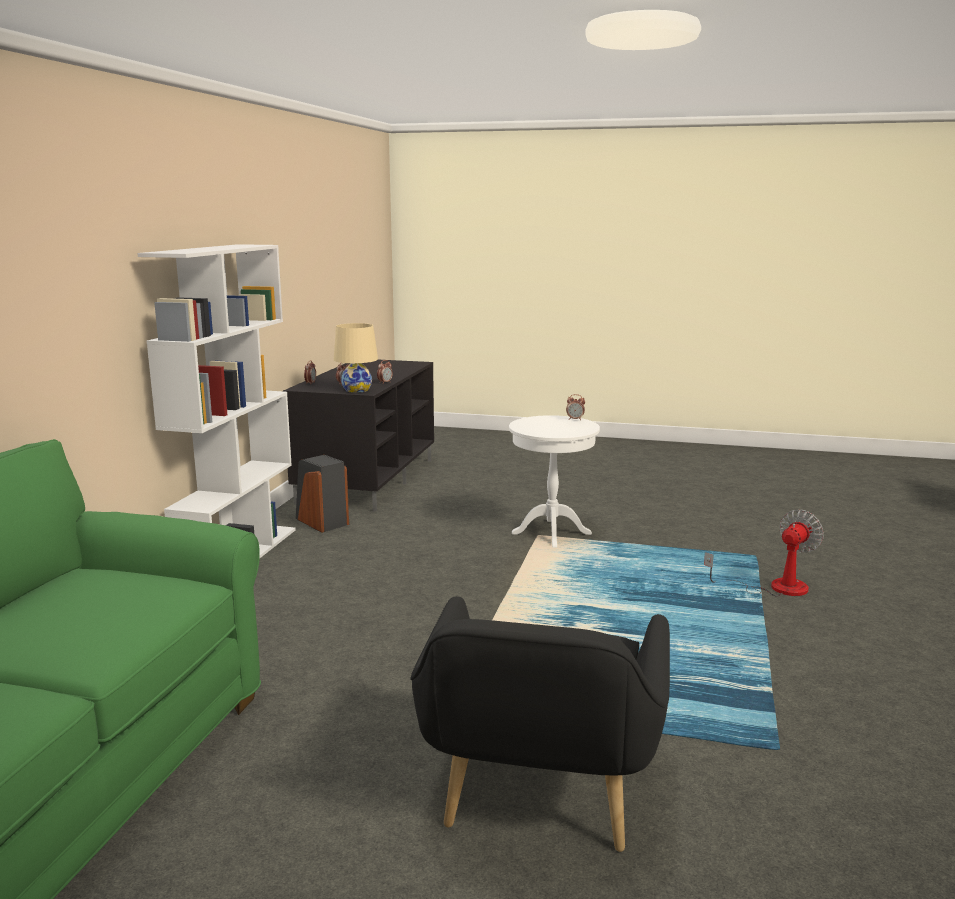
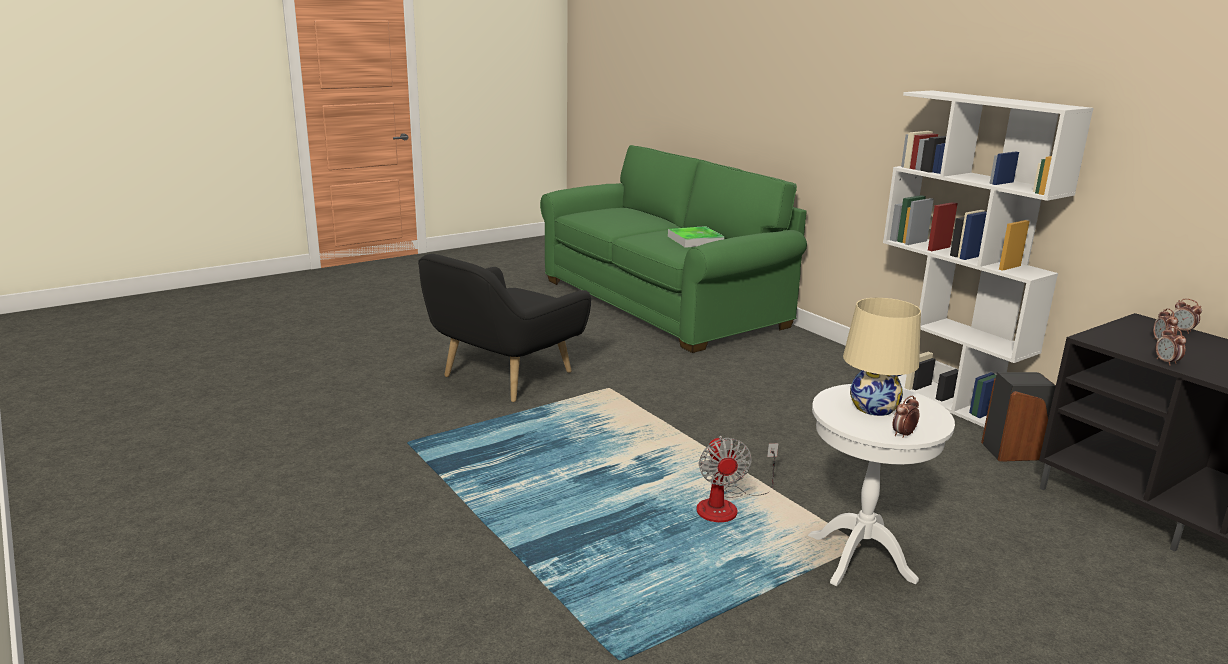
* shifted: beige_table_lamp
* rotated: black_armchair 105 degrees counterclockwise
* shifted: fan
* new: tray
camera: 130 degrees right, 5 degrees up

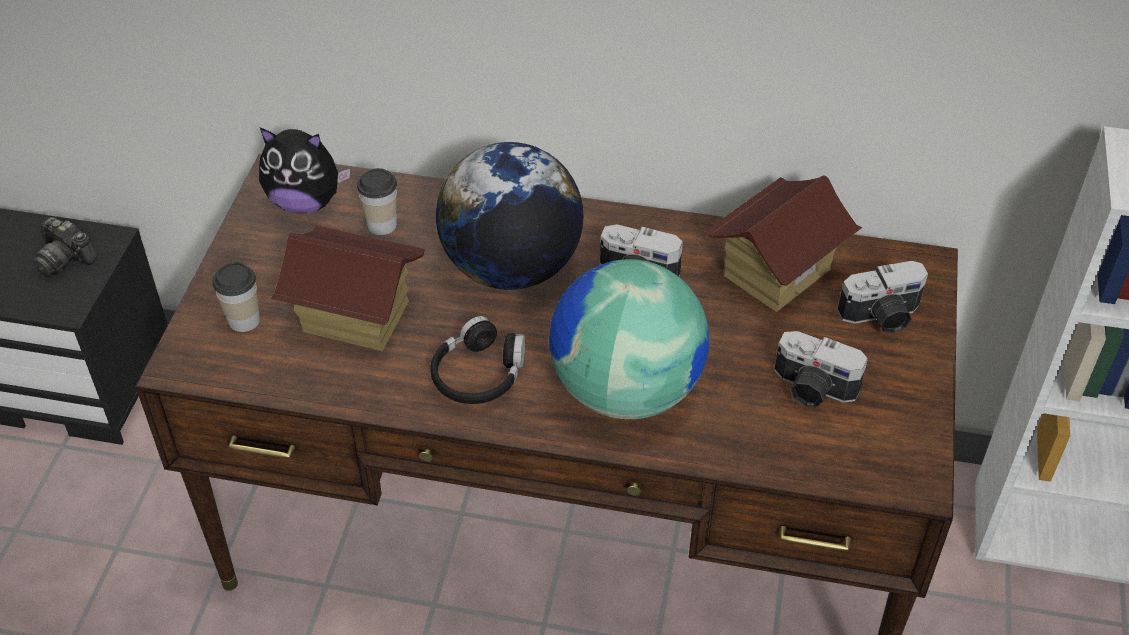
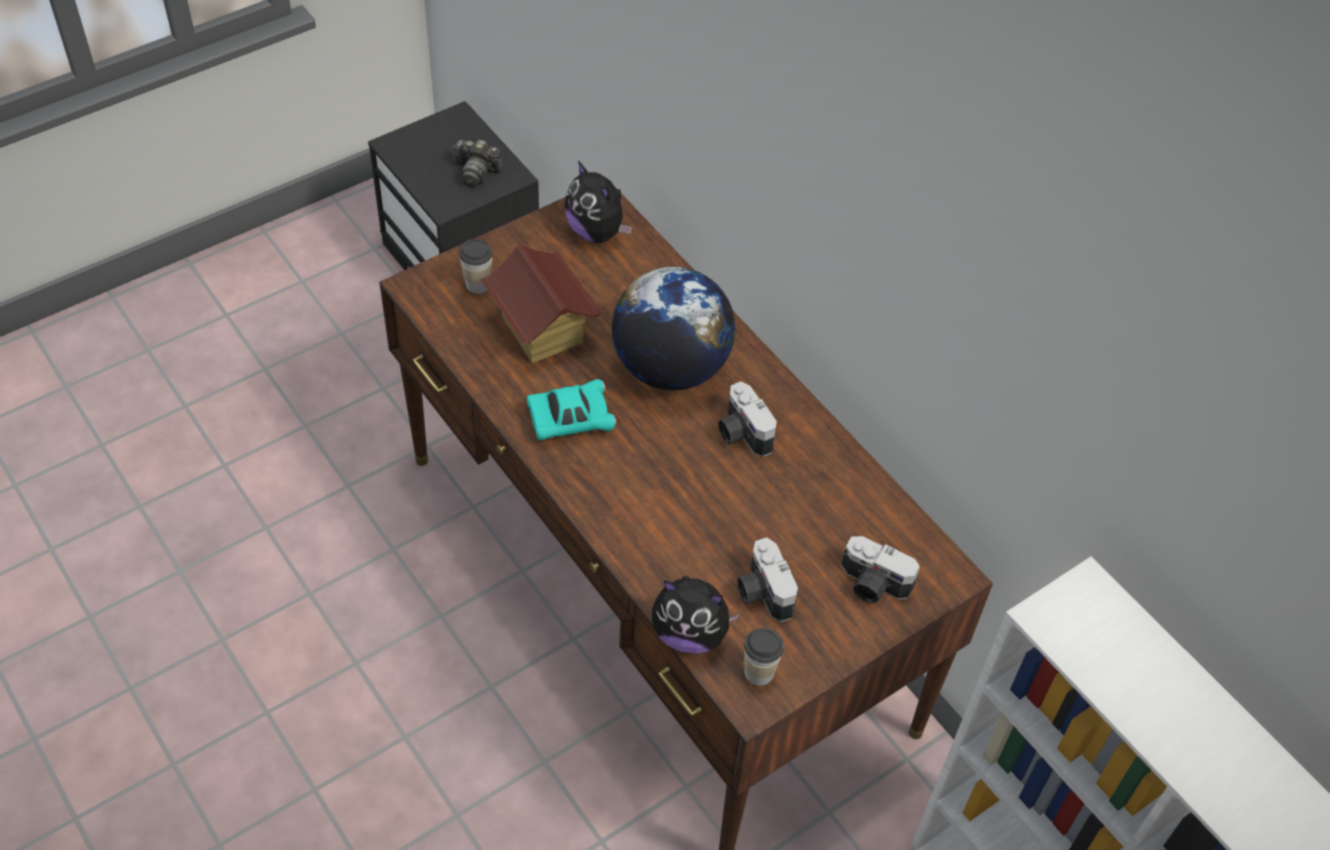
* rotated: photo_camera (no. 1 from left) 60 degrees counterclockwise
* shifted: cup (no. 2 from left)
* swapped: black_headphones to turquoise_toy_car
* gone: globe (no. 2 from left)
* gone: toy_house (no. 2 from left)
* new: plush_toy (no. 2 from left)
camera: 40 degrees right, 5 degrees up

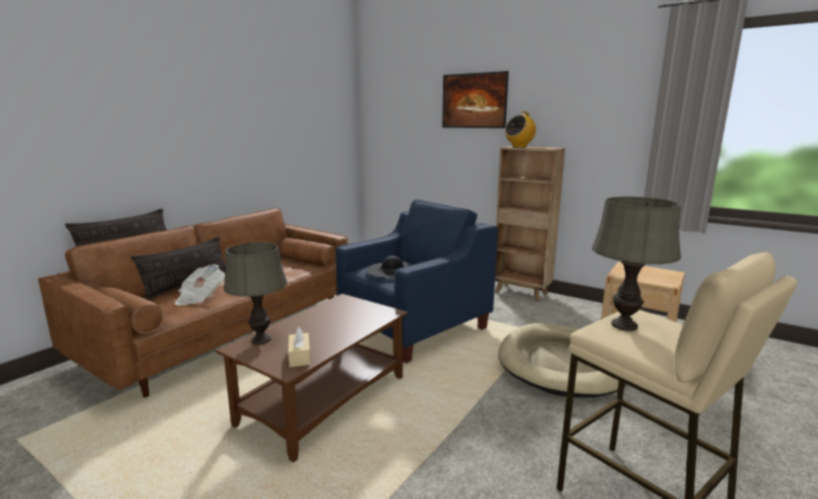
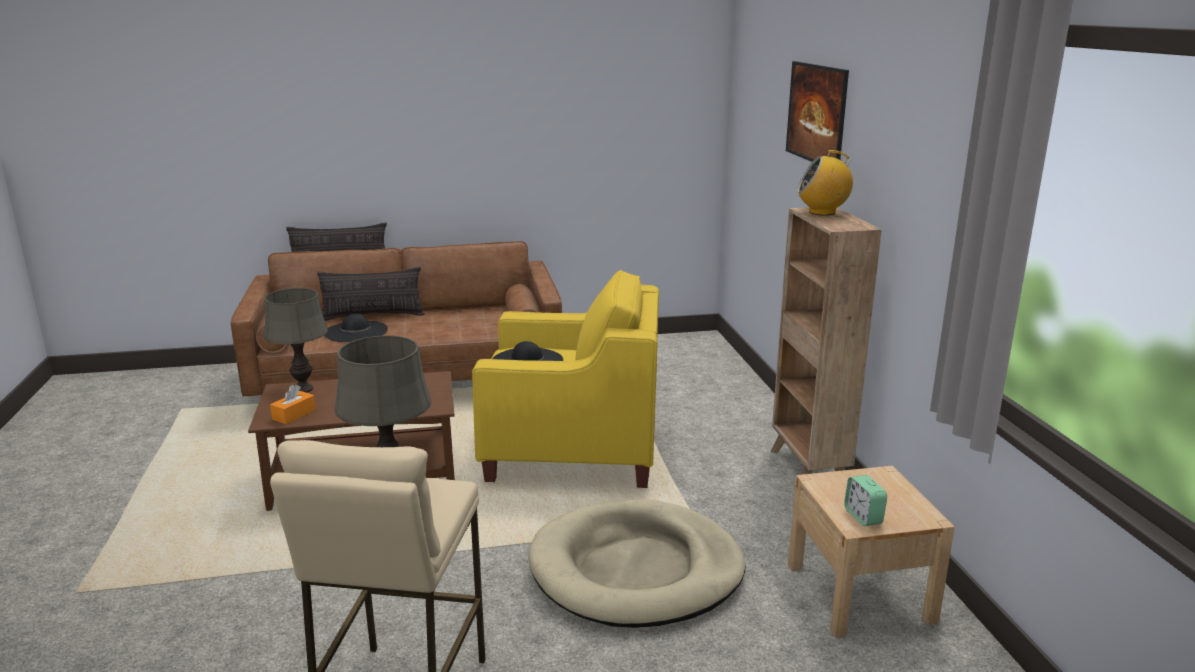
* swapped: newspaper to black_hat (no. 1 from left)
* repainted: beige_tissue_box to orange_tissue_box
* repainted: blue_armchair to yellow_armchair
* new: alarm_clock
camera: 45 degrees right, 5 degrees up

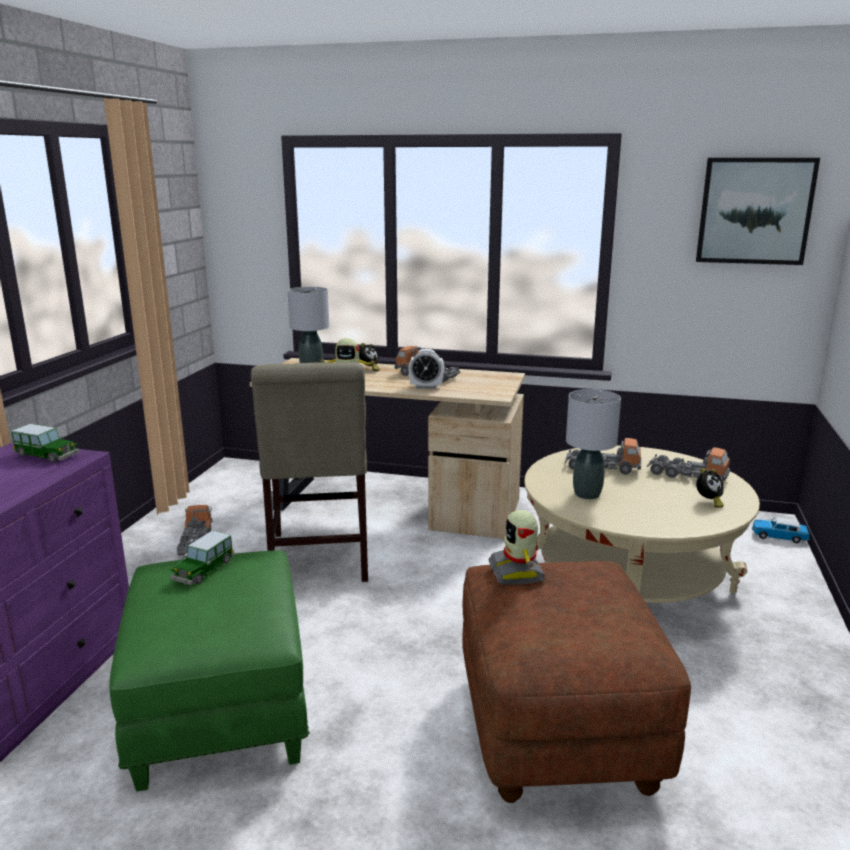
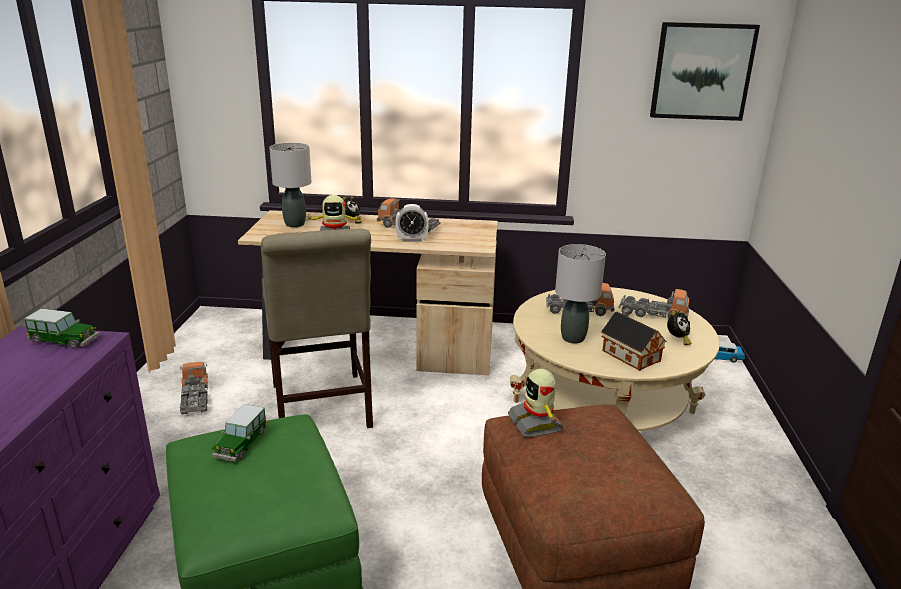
* new: toy_house
camera: 10 degrees left, 5 degrees up

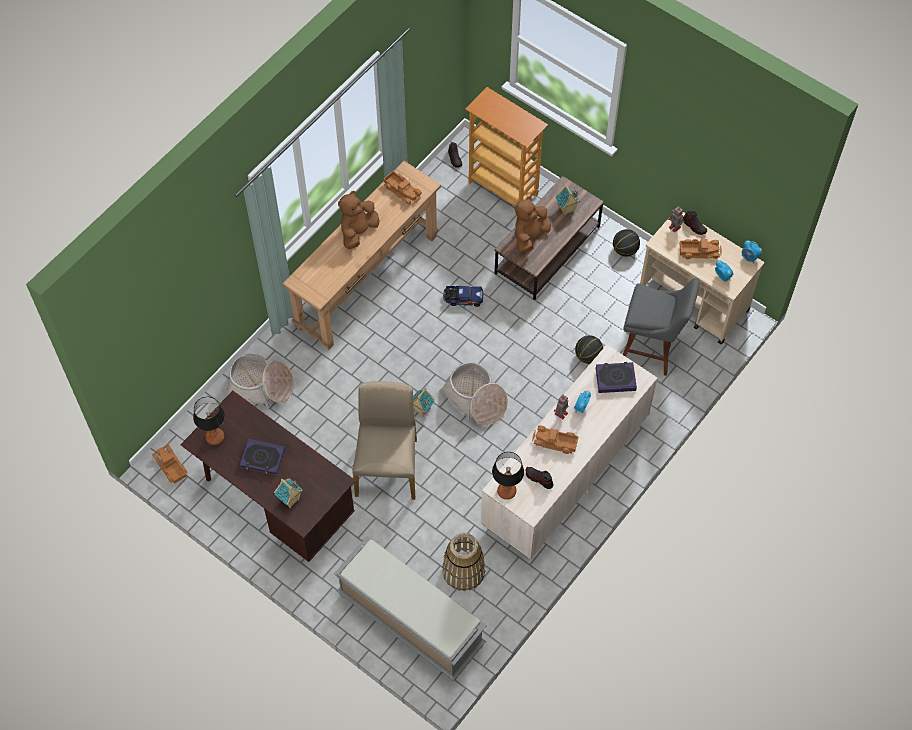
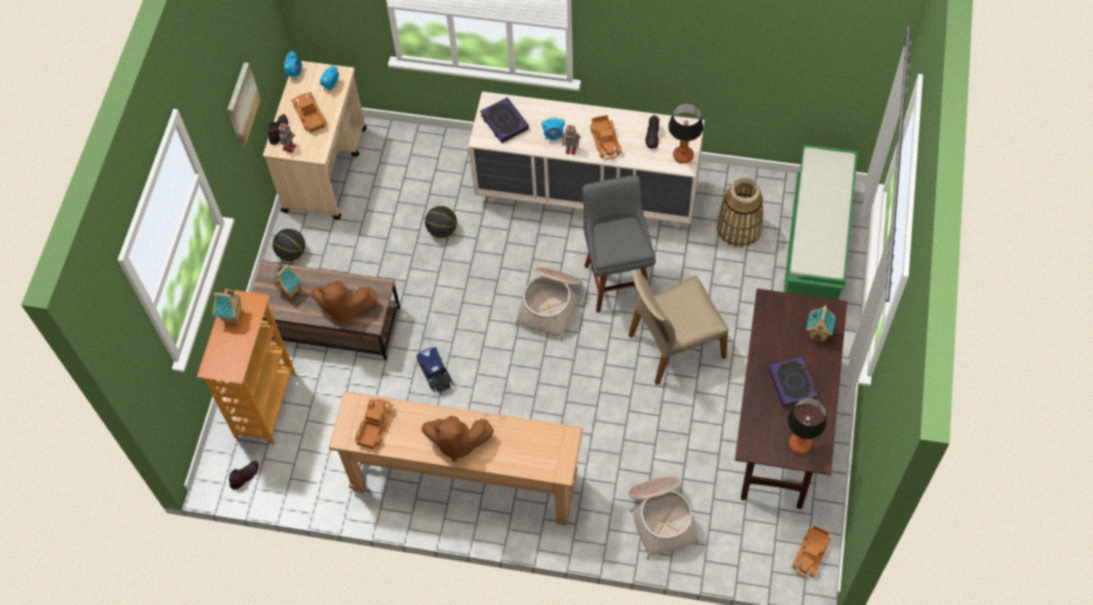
* repainted: grey_bench to green_bench
* shifted: toy_house (no. 2 from left in the first image) to toy_house (no. 1 from left)
* shifted: grey_stool
* new: picture
camera: 115 degrees left, 0 degrees up

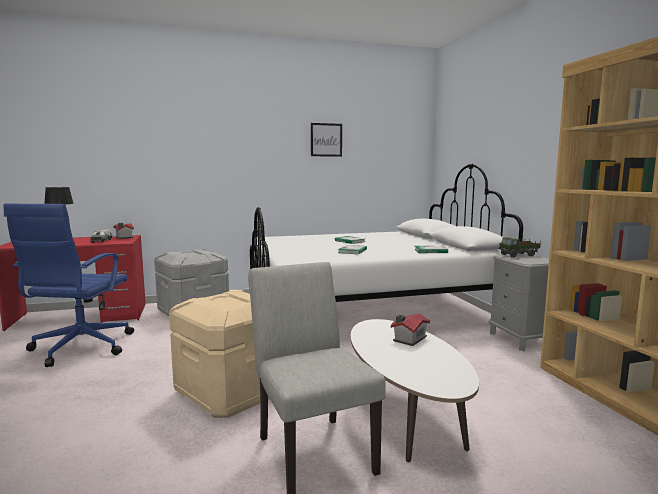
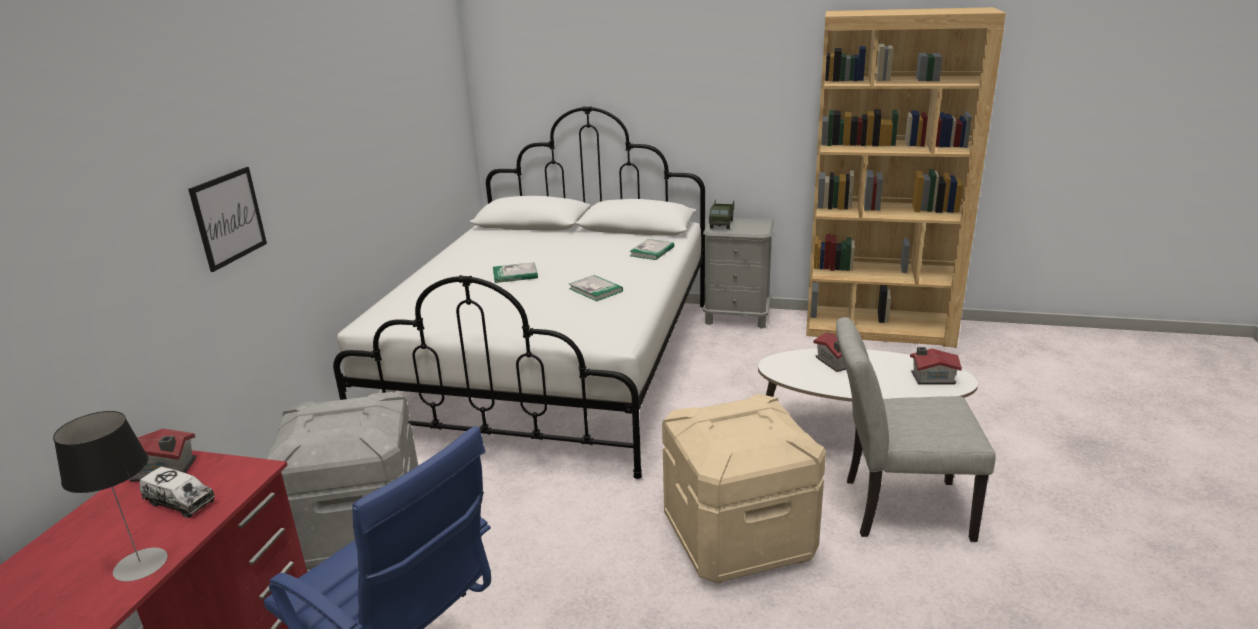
* shifted: picture
* new: toy_house (no. 3 from left)
camera: 60 degrees left, 15 degrees up

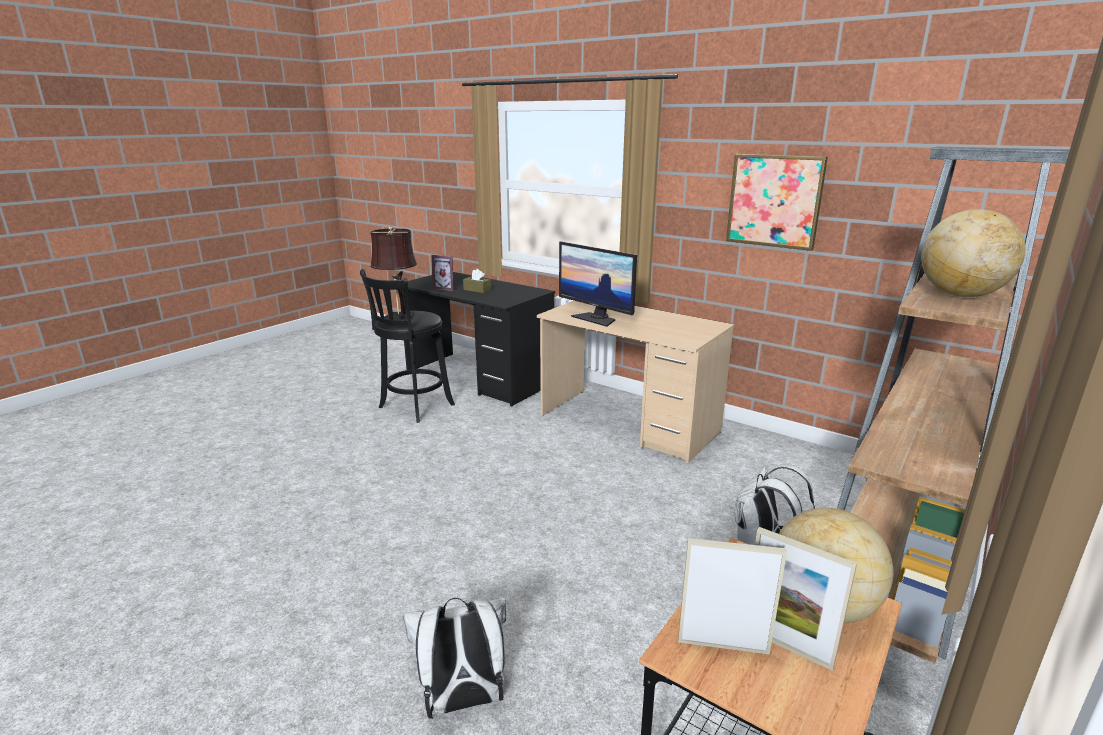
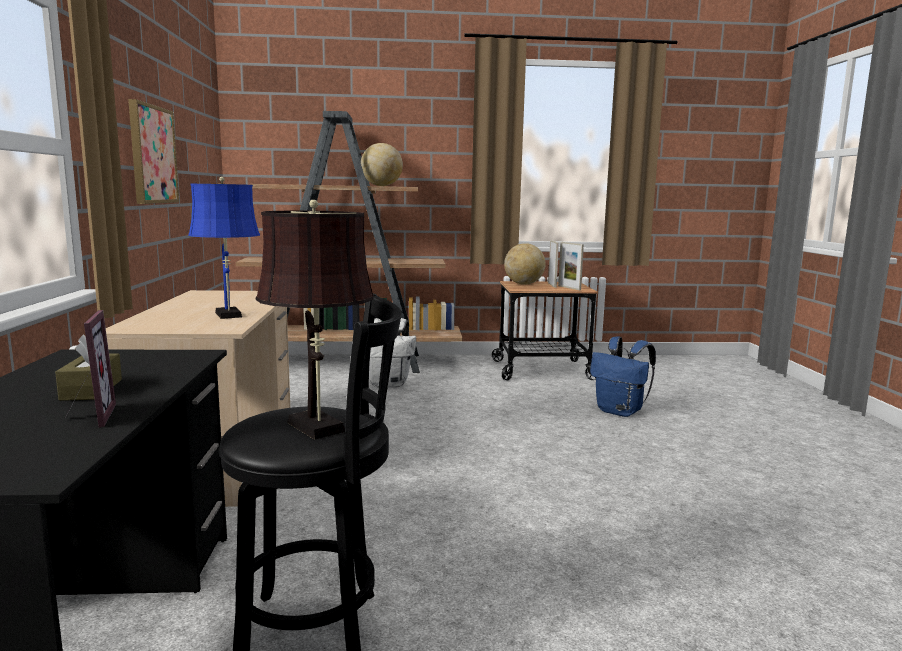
* repainted: white_backpack (no. 1 from left) to blue_backpack
* swapped: monitor to blue_table_lamp
camera: 130 degrees left, 10 degrees down

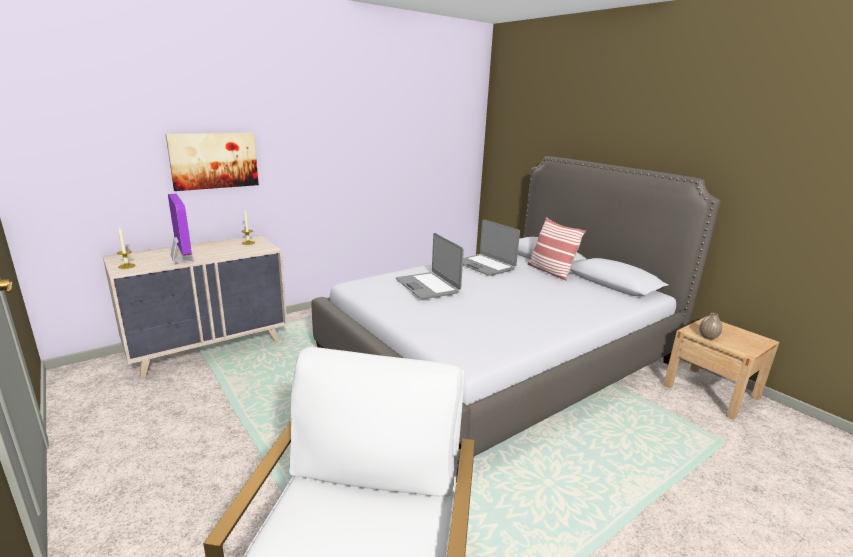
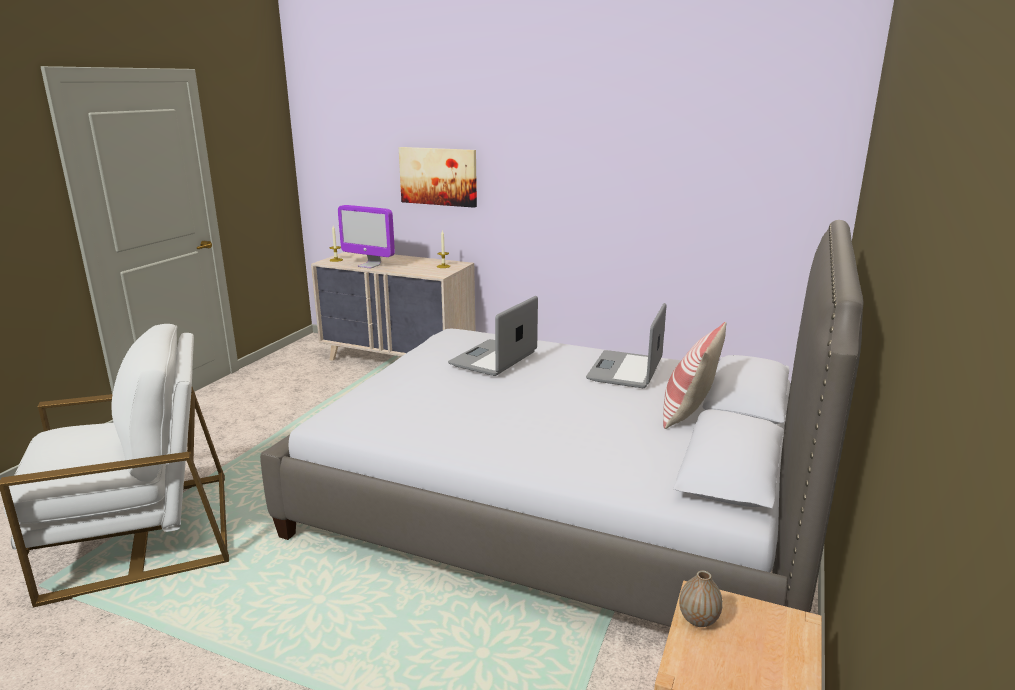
* rotated: monitor 90 degrees clockwise
camera: 60 degrees right, 0 degrees up

